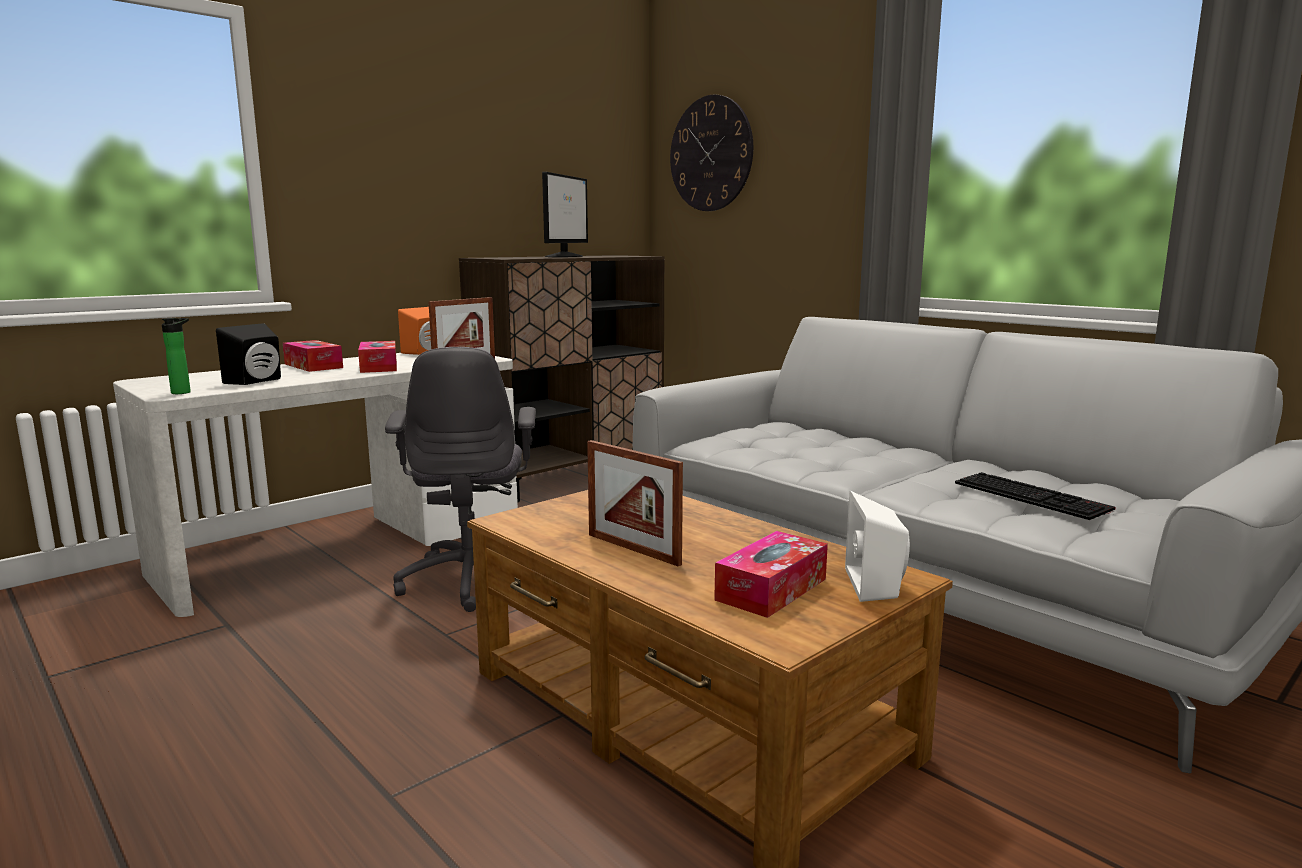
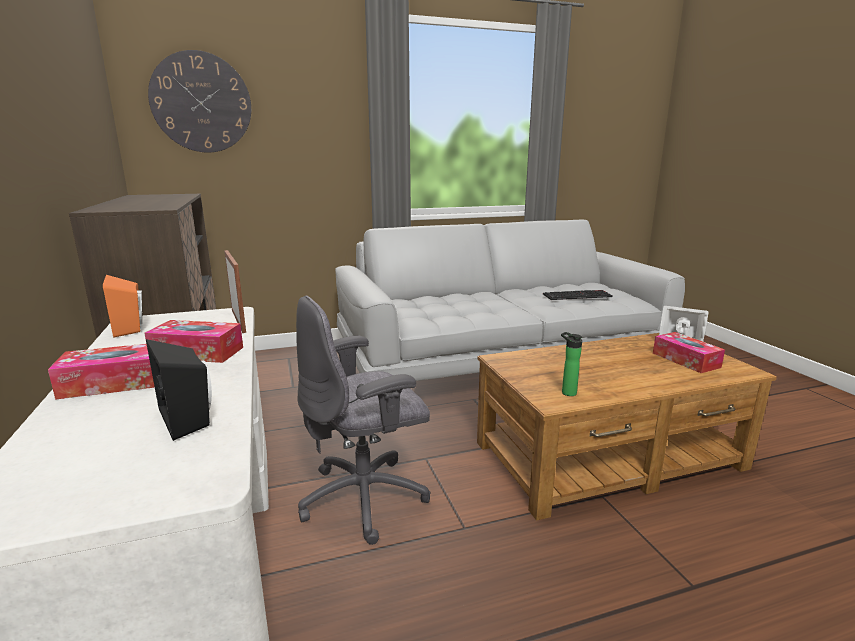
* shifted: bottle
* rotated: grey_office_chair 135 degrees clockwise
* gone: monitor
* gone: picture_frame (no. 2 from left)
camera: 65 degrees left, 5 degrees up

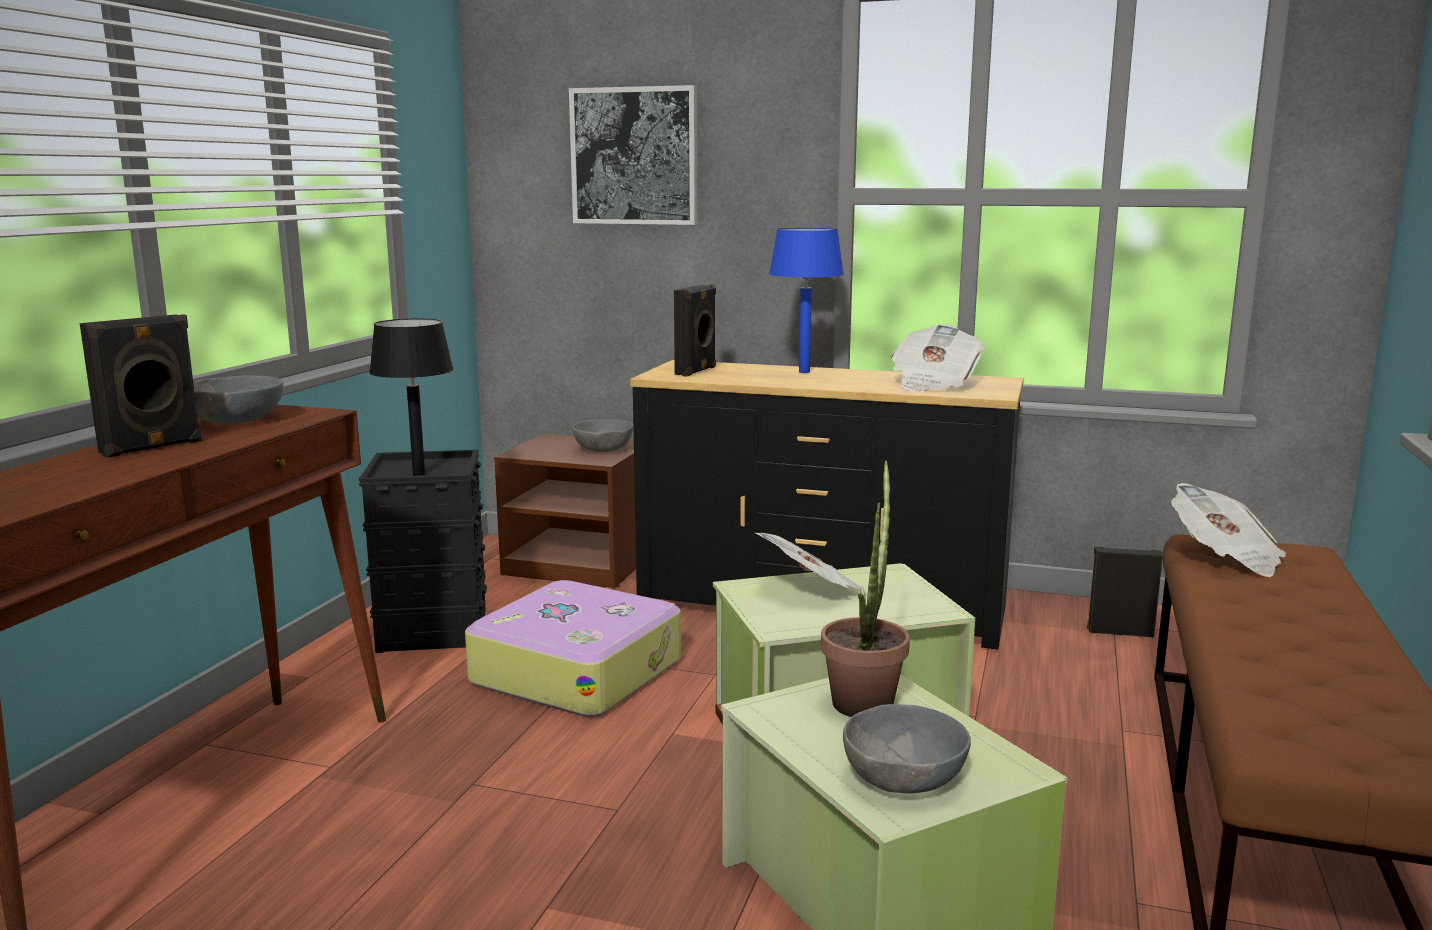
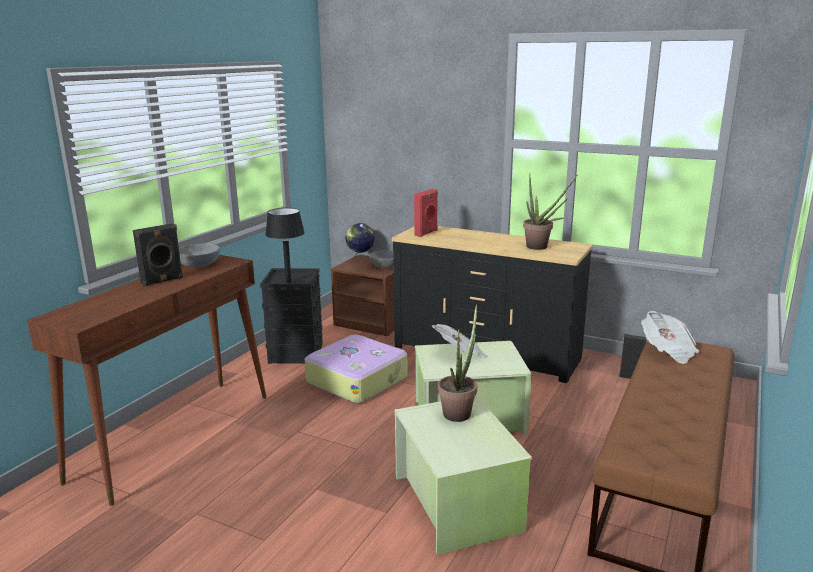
* gone: picture
* repainted: black_speaker (no. 2 from left) to red_speaker
* gone: blue_table_lamp
* gone: grey_bowl (no. 3 from left)
* swapped: newspaper (no. 2 from left) to potted_plant (no. 2 from left)
* new: globe
camera: 10 degrees right, 5 degrees up

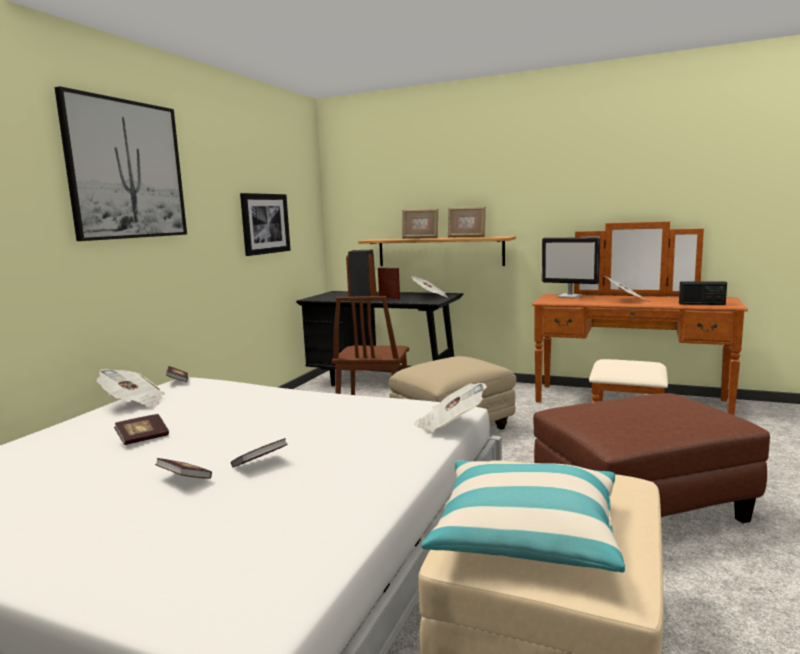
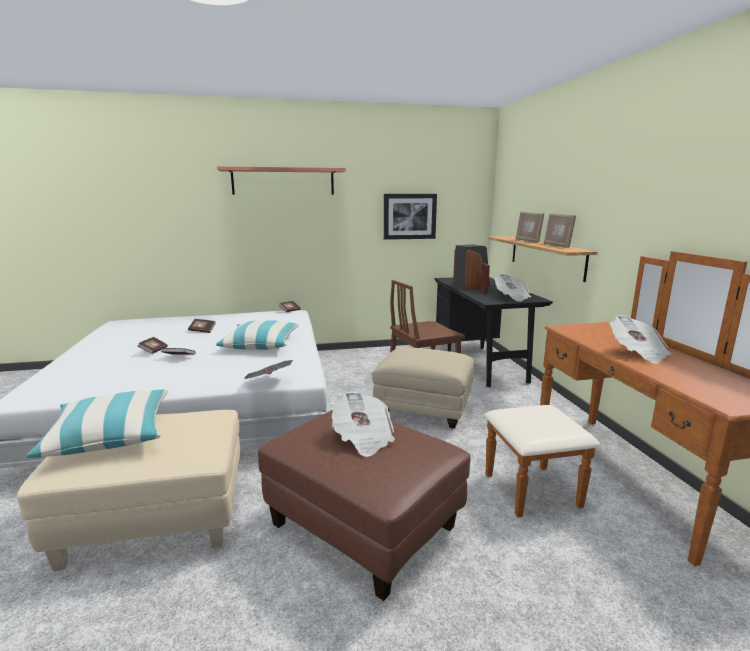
* swapped: picture (no. 1 from left) to shelf (no. 1 from left)
* shifted: newspaper (no. 1 from left in the first image) to newspaper (no. 2 from left)
* gone: monitor
* gone: radio
* new: pillow (no. 2 from left)
camera: 55 degrees right, 5 degrees up

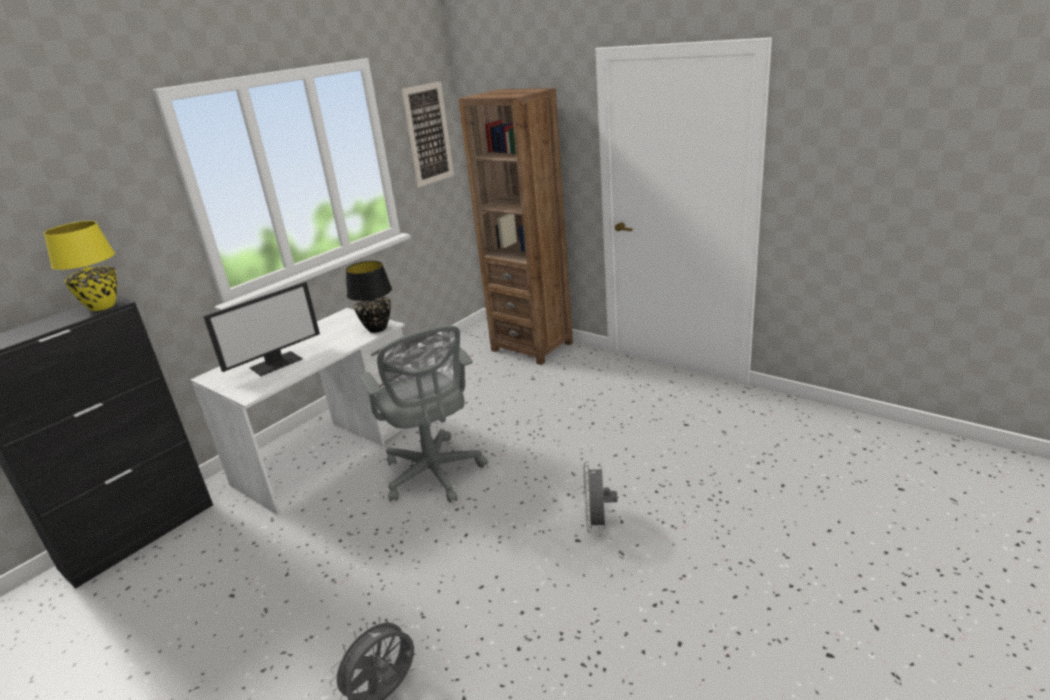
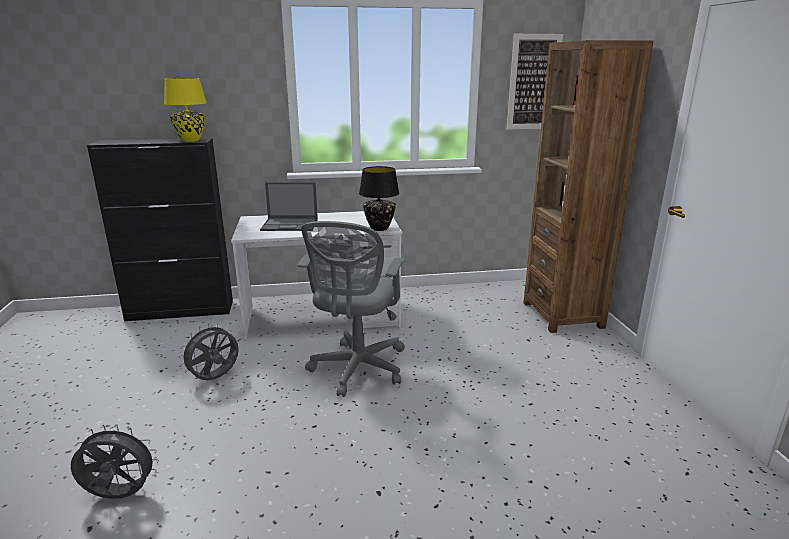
* swapped: monitor to laptop
* shifted: grey_fan (no. 2 from left)
camera: 40 degrees right, 5 degrees down

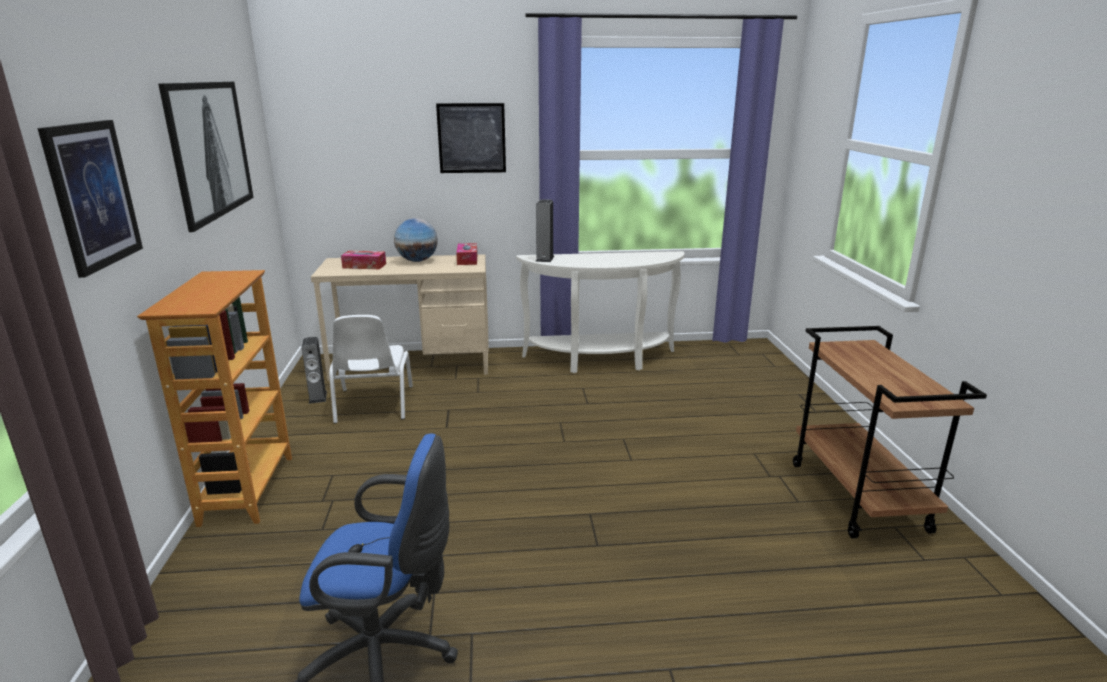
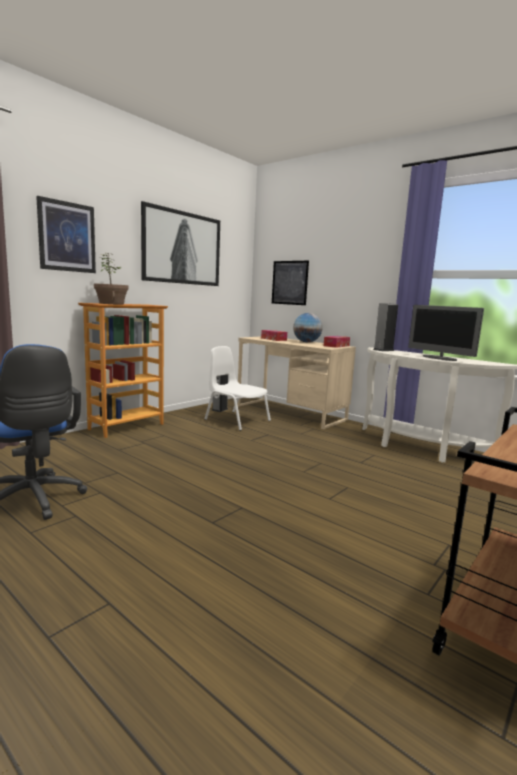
* rotated: white_chair 90 degrees clockwise
* shifted: picture (no. 3 from left)
* new: potted_plant
* new: monitor
camera: 45 degrees right, 10 degrees down

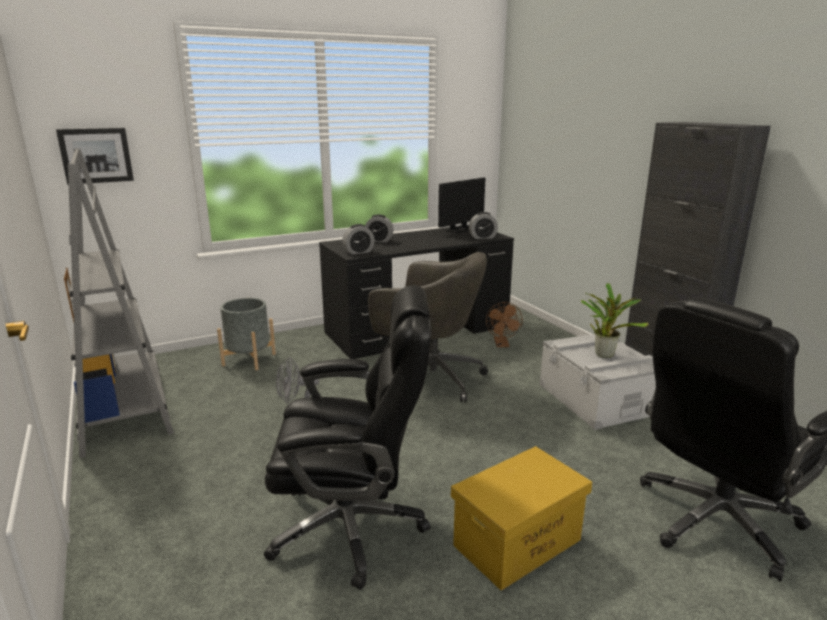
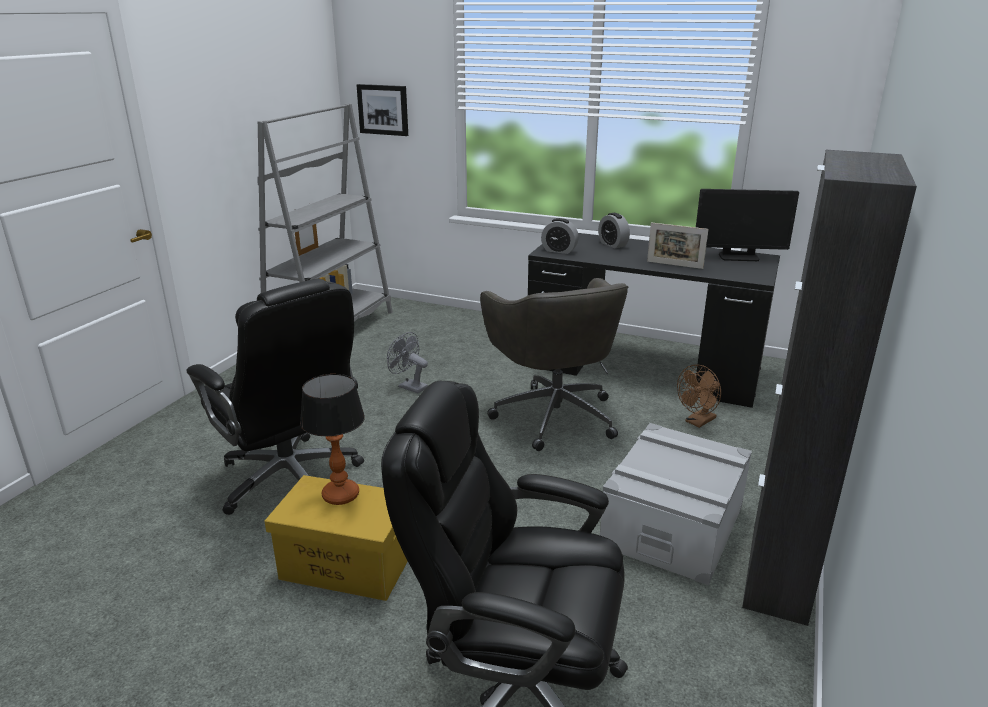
* gone: grey_planter
* gone: alarm_clock (no. 3 from left)
* gone: potted_plant
* new: table_lamp
* new: picture_frame (no. 2 from left)
camera: 50 degrees right, 5 degrees up

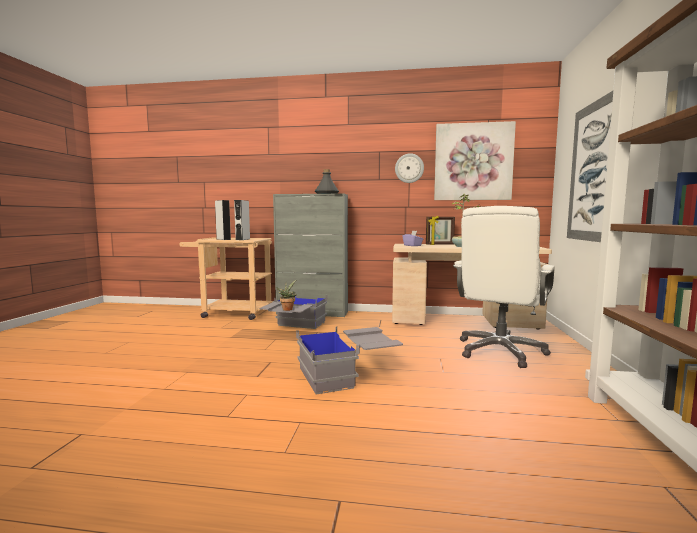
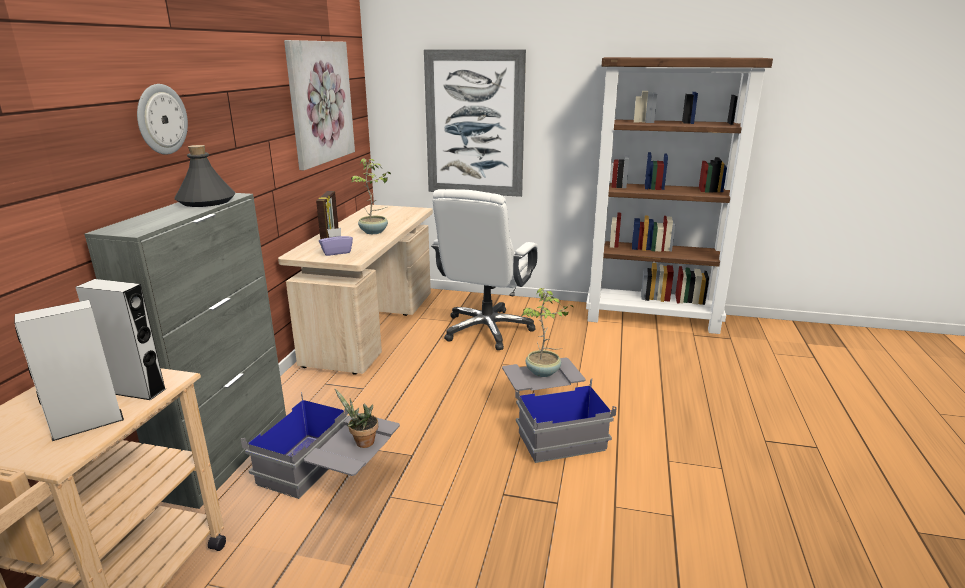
* shifted: wall_clock
* rotated: white_office_chair 75 degrees clockwise
* new: potted_plant (no. 3 from left)
camera: 85 degrees left, 15 degrees up

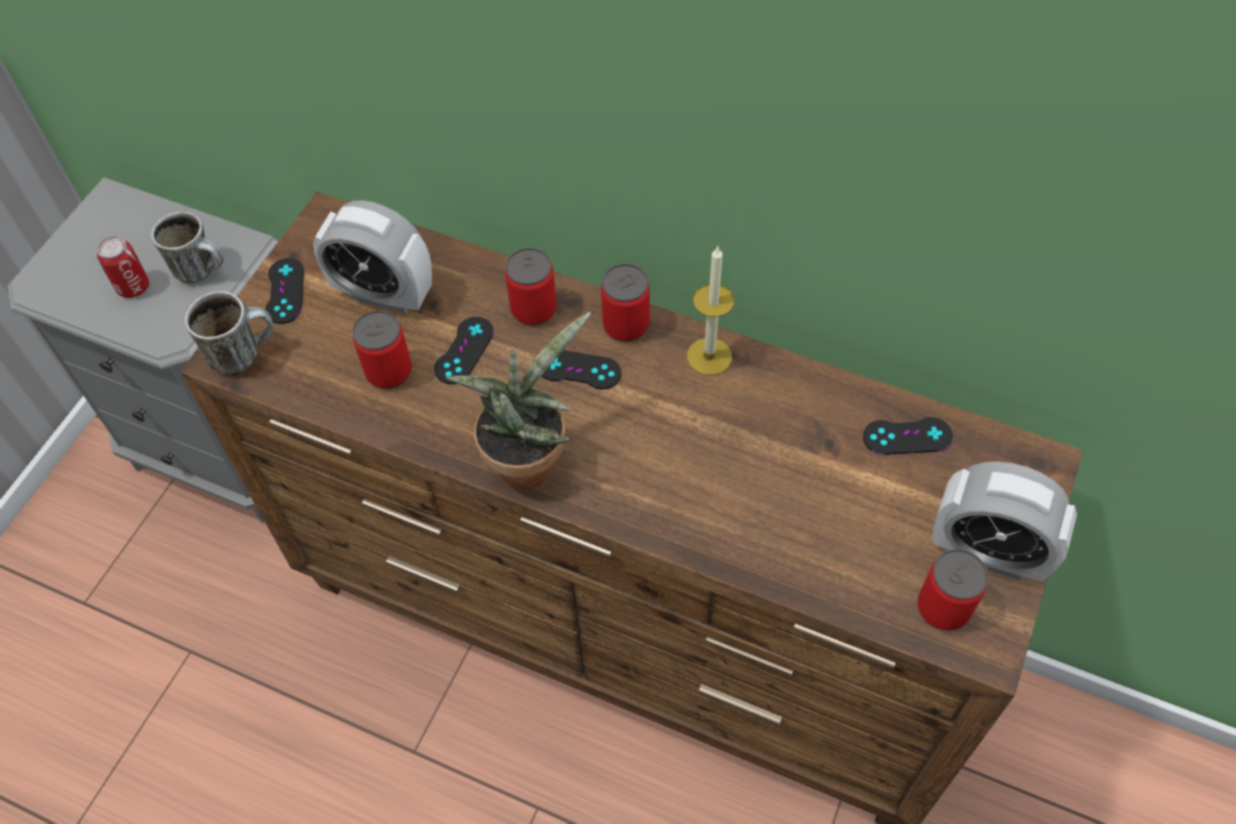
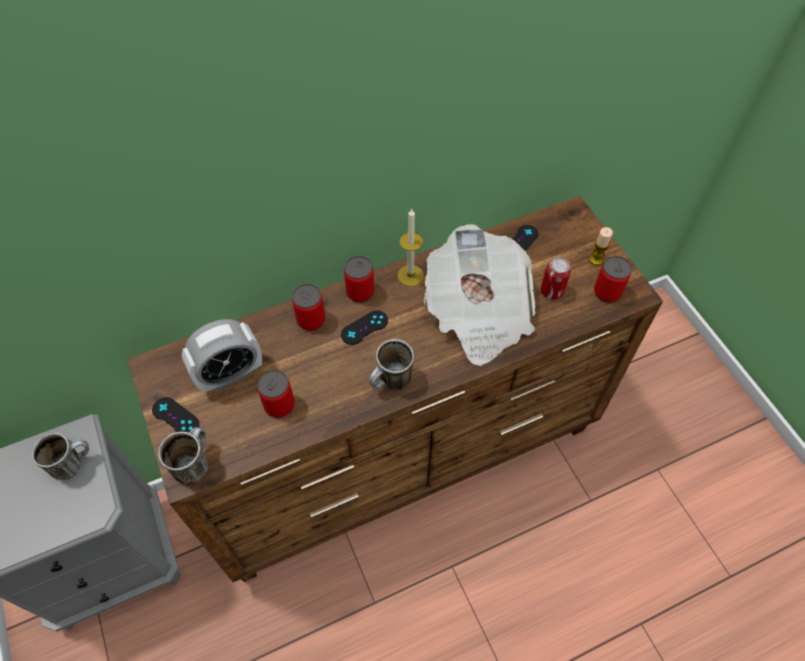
* shifted: can (no. 1 from left in the first image) to can (no. 4 from left)
* gone: black_game_controller (no. 2 from left)
* swapped: potted_plant to mug (no. 3 from left)
* swapped: alarm_clock (no. 2 from left) to candle (no. 2 from left)
* new: newspaper
camera: 50 degrees left, 0 degrees up

